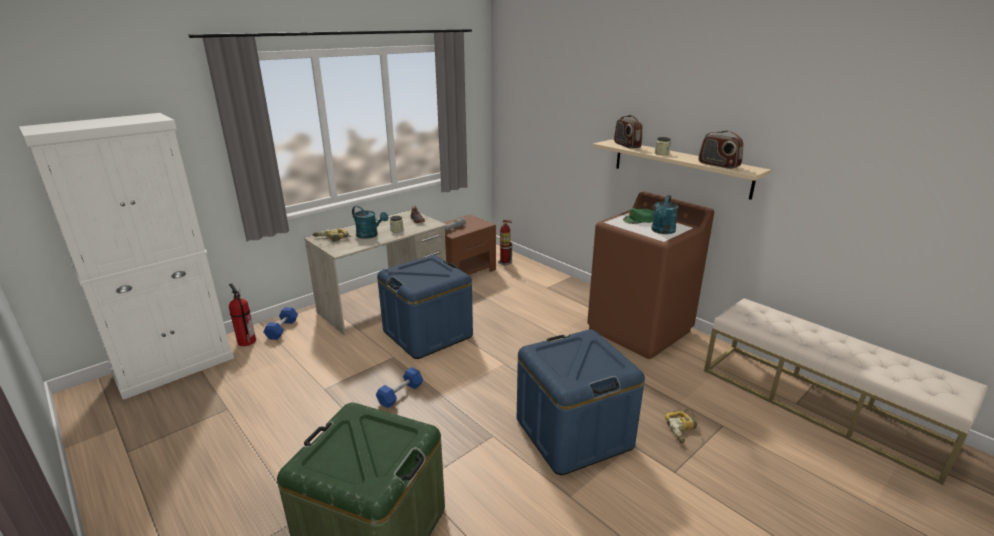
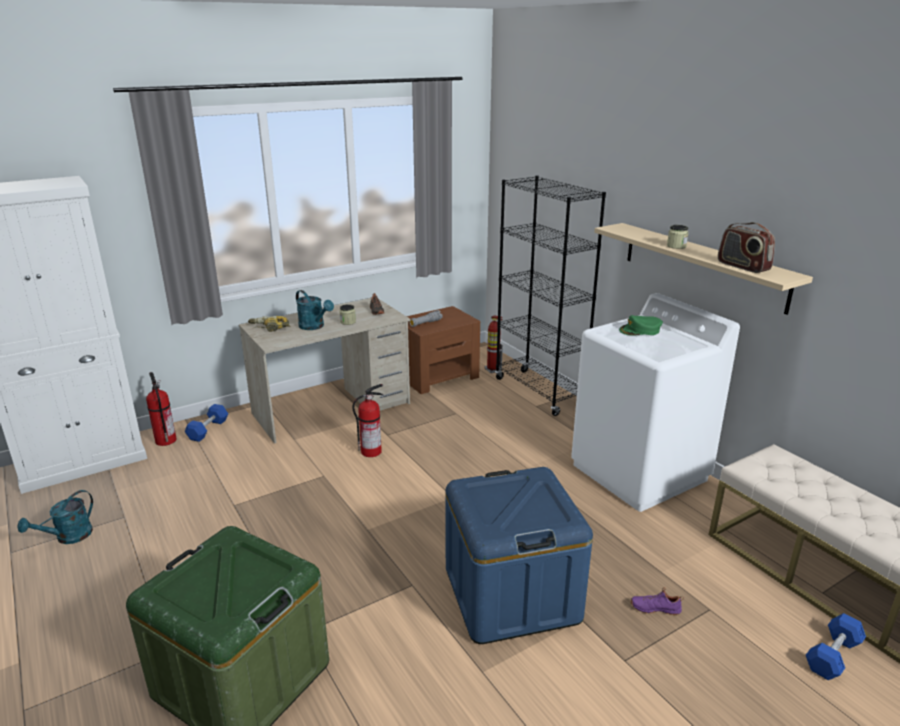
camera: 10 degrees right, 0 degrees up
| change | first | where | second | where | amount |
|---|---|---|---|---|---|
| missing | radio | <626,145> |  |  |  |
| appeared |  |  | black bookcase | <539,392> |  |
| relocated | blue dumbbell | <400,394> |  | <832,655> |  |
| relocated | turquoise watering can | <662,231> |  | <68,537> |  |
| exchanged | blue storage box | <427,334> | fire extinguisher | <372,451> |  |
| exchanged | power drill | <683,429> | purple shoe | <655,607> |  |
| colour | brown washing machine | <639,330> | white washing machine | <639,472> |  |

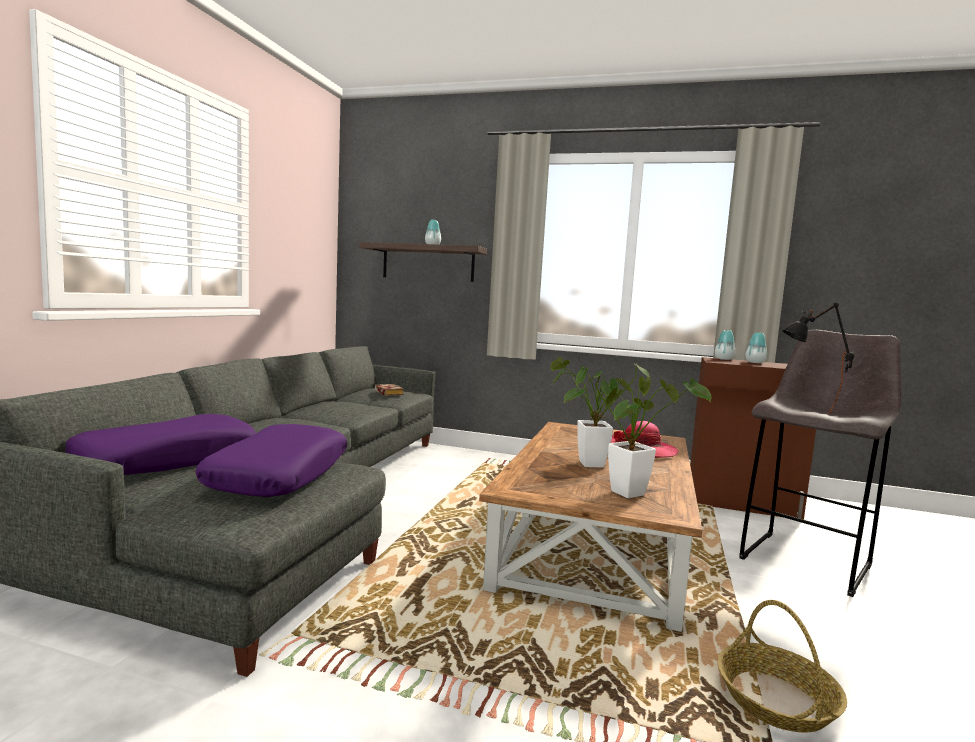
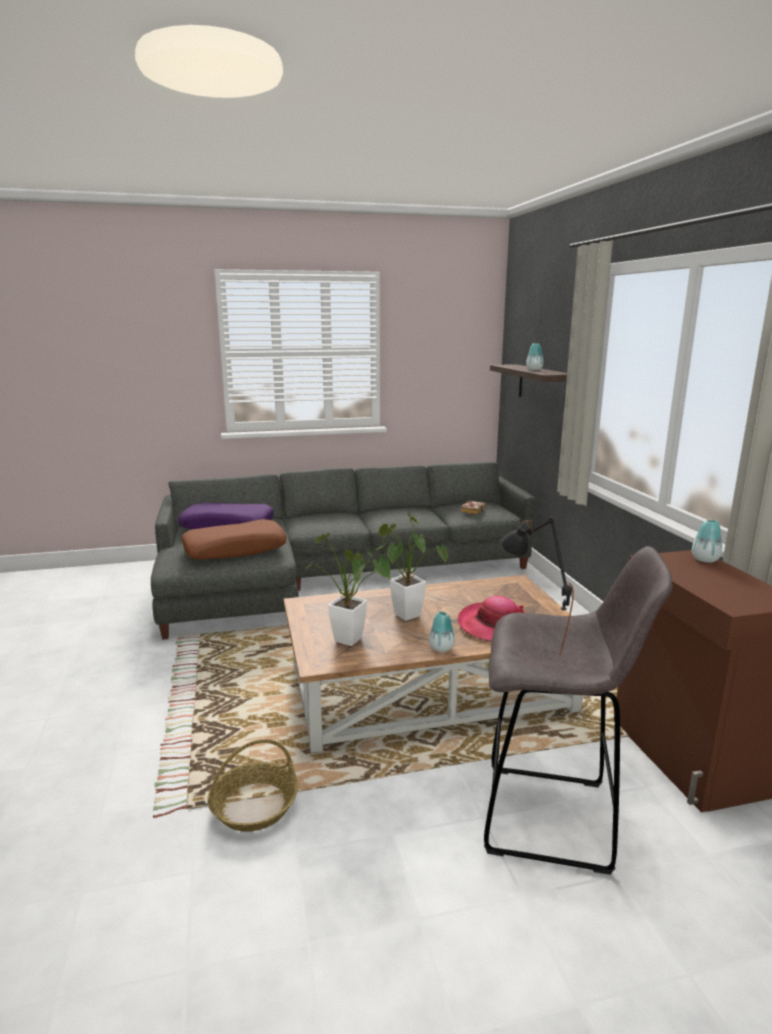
camera: 60 degrees right, 10 degrees up
| change | first | where | second | where | amount |
|---|---|---|---|---|---|
| relocated | vase | <755,362> |  | <441,648> |  |
| colour | purple pillow | <279,475> | brown pillow | <235,550> |  |

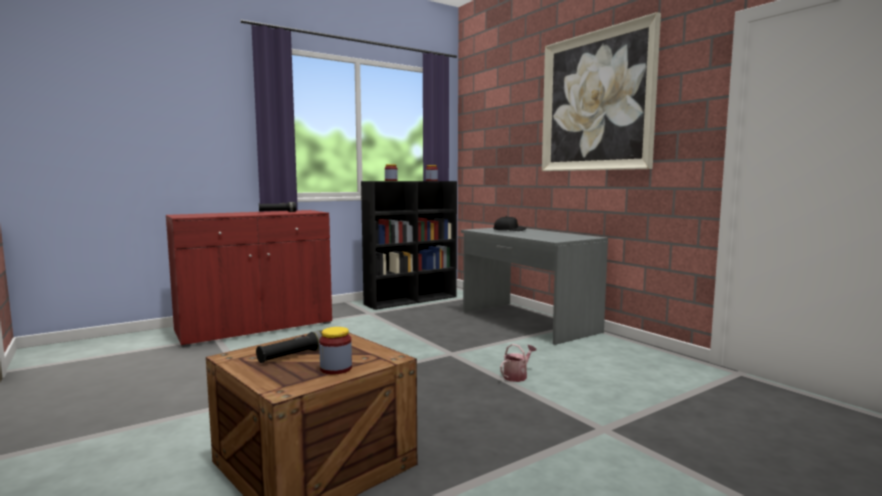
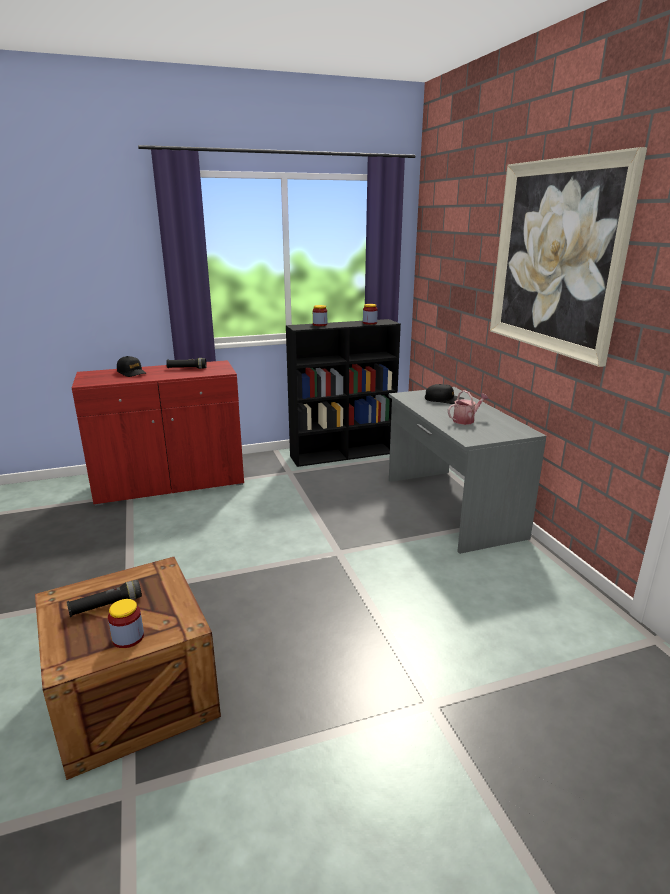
camera: 15 degrees right, 15 degrees up
| change | first | where | second | where | amount |
|---|---|---|---|---|---|
| appeared |  |  | black cap | <132,373> |  |
| relocated | watering can | <517,376> |  | <466,420> |  |

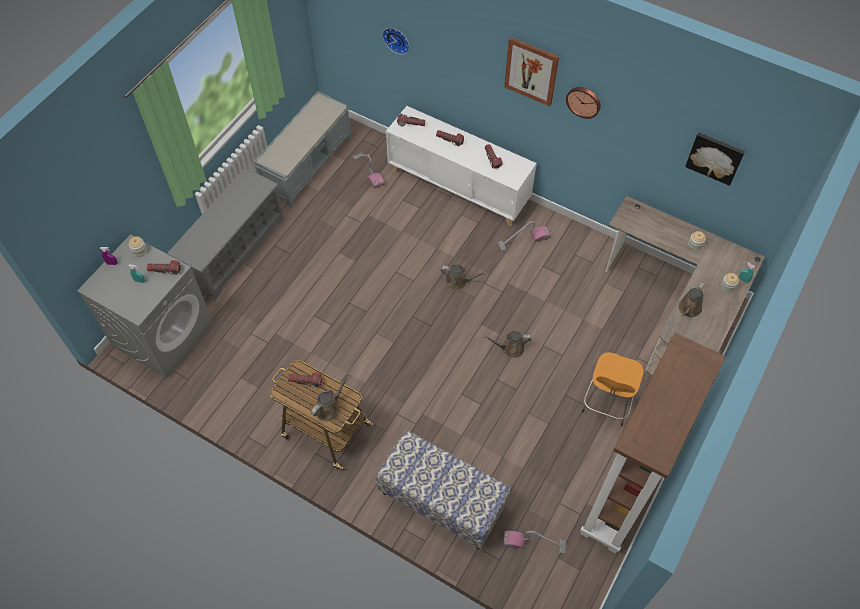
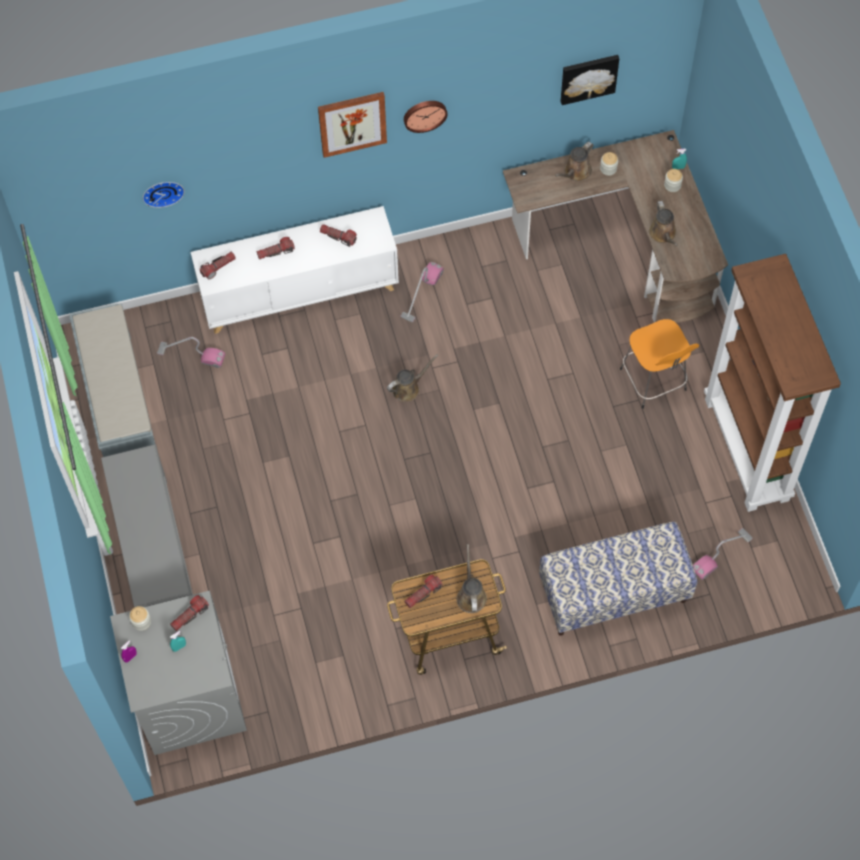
camera: 45 degrees left, 5 degrees up
| change | first | where | second | where | amount |
|---|---|---|---|---|---|
| relocated | brown watering can | <510,348> |  | <576,172> |  |

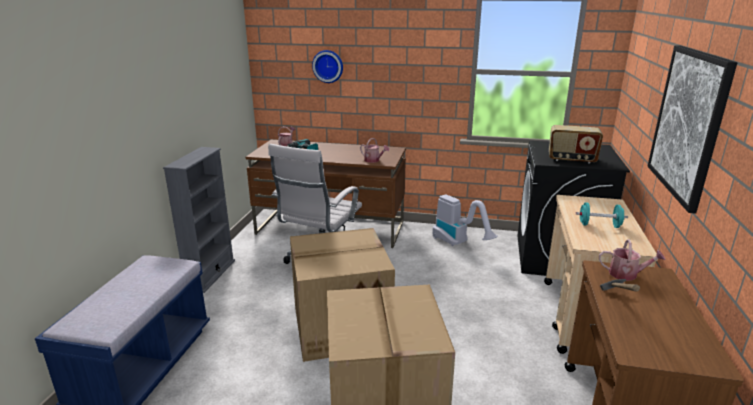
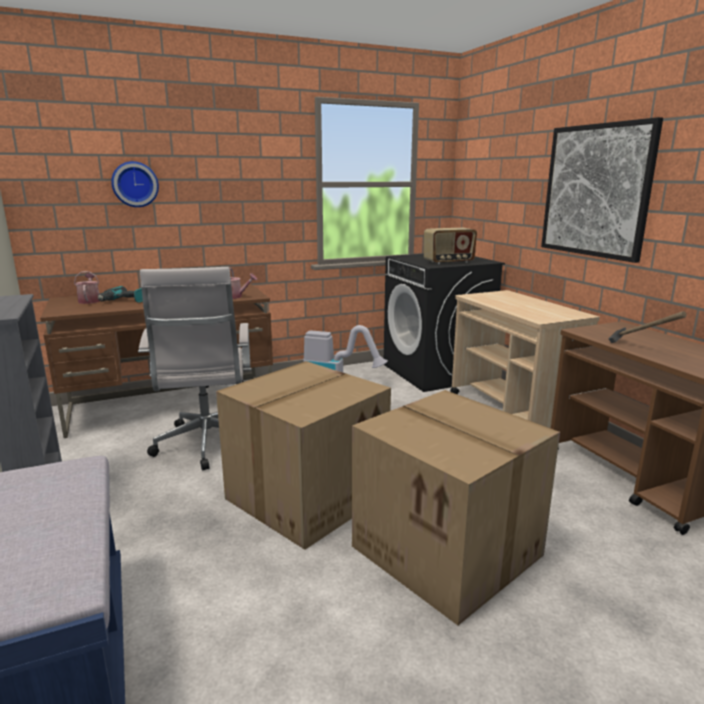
camera: 35 degrees left, 5 degrees down
| change | first | where | second | where | amount |
|---|---|---|---|---|---|
| missing | turquoise dumbbell | <599,225> |  |  |  |
| missing | watering can | <627,274> |  |  |  |

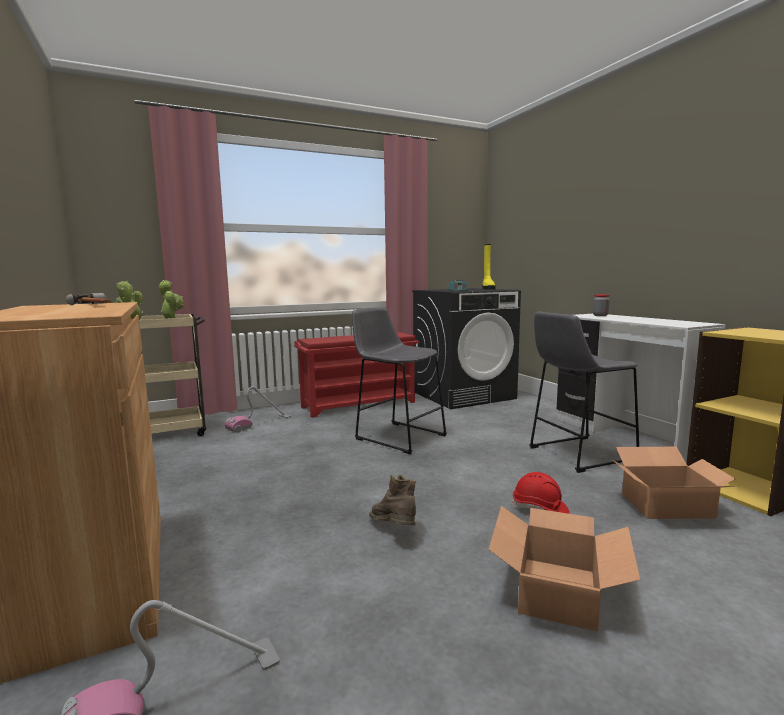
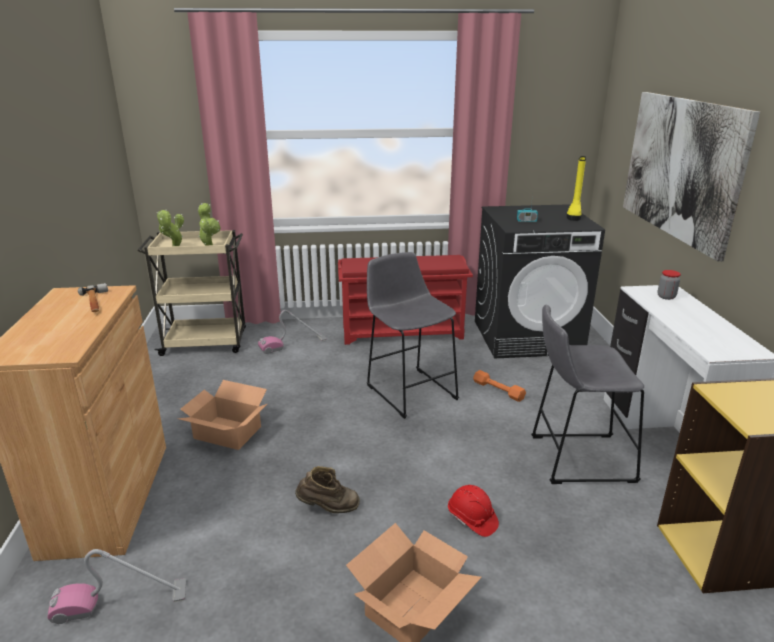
camera: 20 degrees right, 15 degrees up
| change | first | where | second | where | amount |
|---|---|---|---|---|---|
| appeared |  |  | orange dumbbell | <498,390> |  |
| appeared |  |  | picture | <681,168> |  |
| relocated | cardboard box | <665,505> |  | <227,432> |  |
| spun | brown boot | <394,531> |  | <328,509> | 90 degrees clockwise |

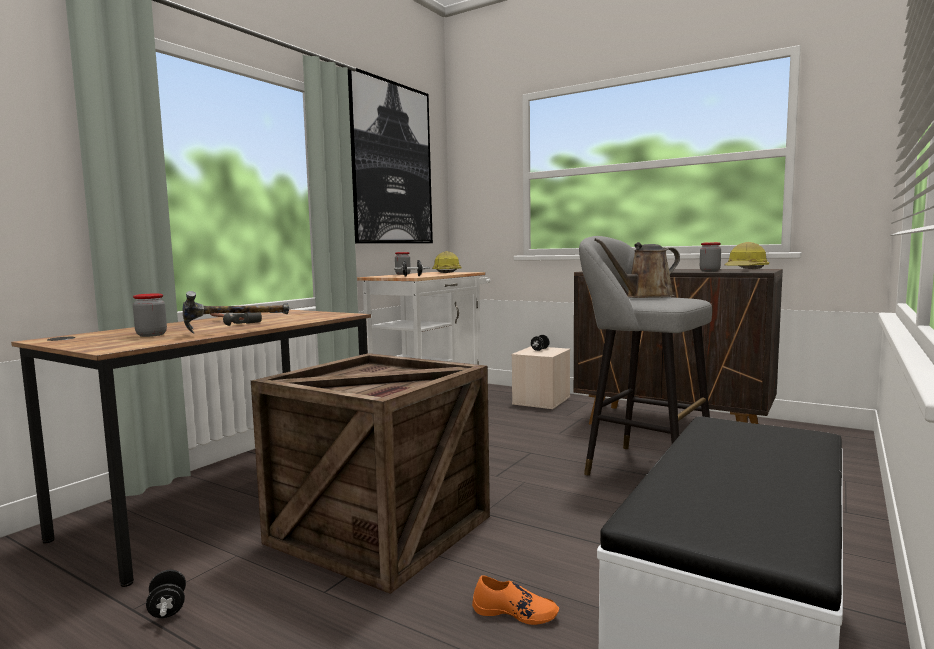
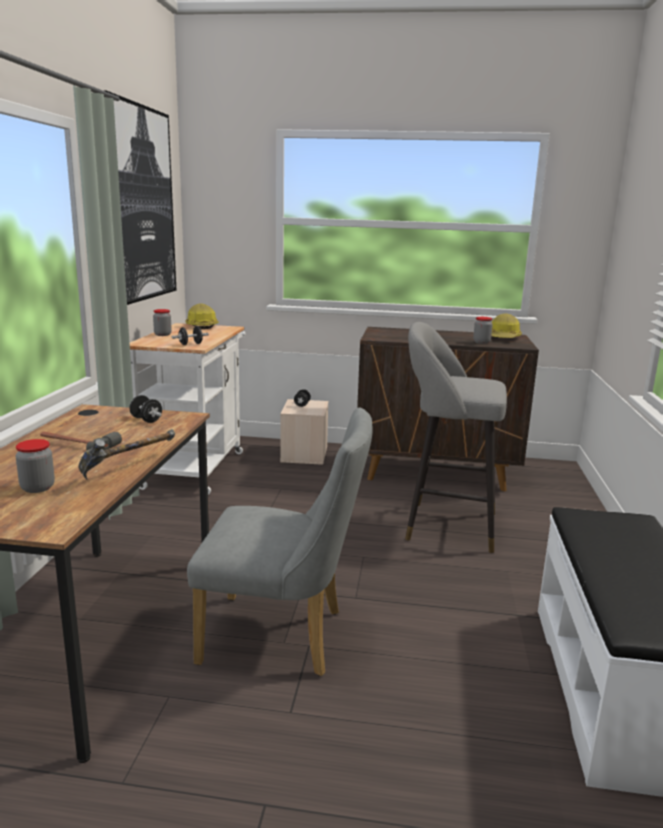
camera: 25 degrees left, 10 degrees up
| change | first | where | second | where | amount |
|---|---|---|---|---|---|
| missing | orange shoe | <515,612> |  |  |  |
| missing | brown watering can | <645,296> |  |  |  |
| relocated | black dumbbell | <168,609> |  | <146,420> |  |
| exchanged | crate | <380,531> | grey chair | <283,637> |  |

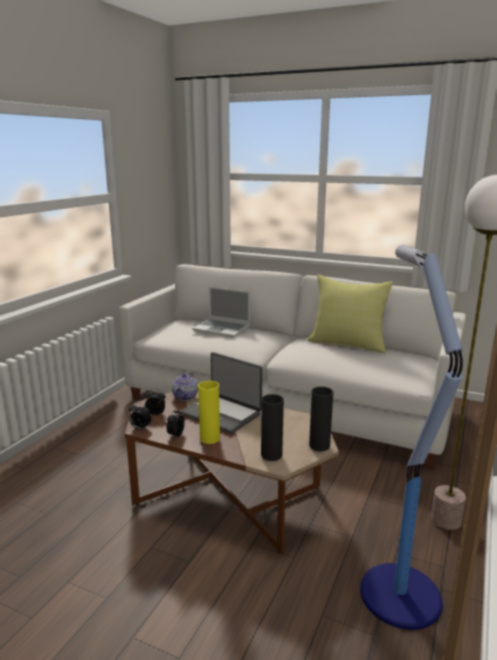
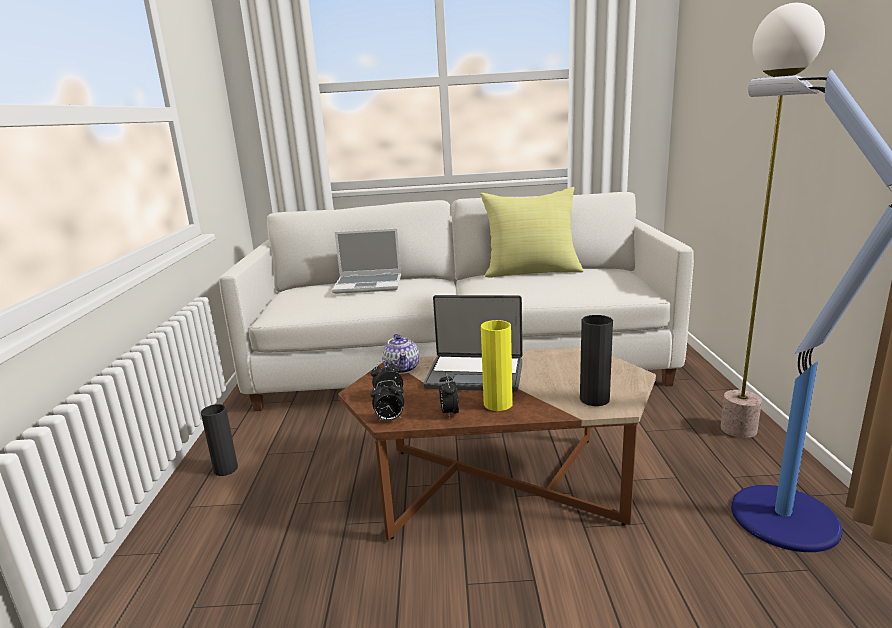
camera: 25 degrees left, 0 degrees up
| change | first | where | second | where | amount |
|---|---|---|---|---|---|
| relocated | black vase | <319,445> |  | <226,469> |  |

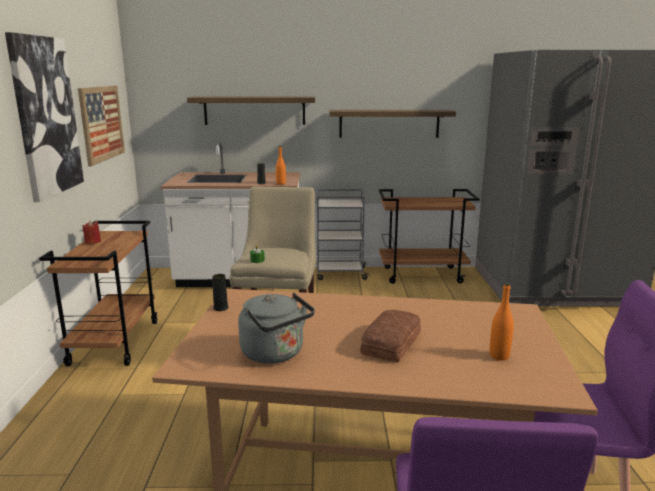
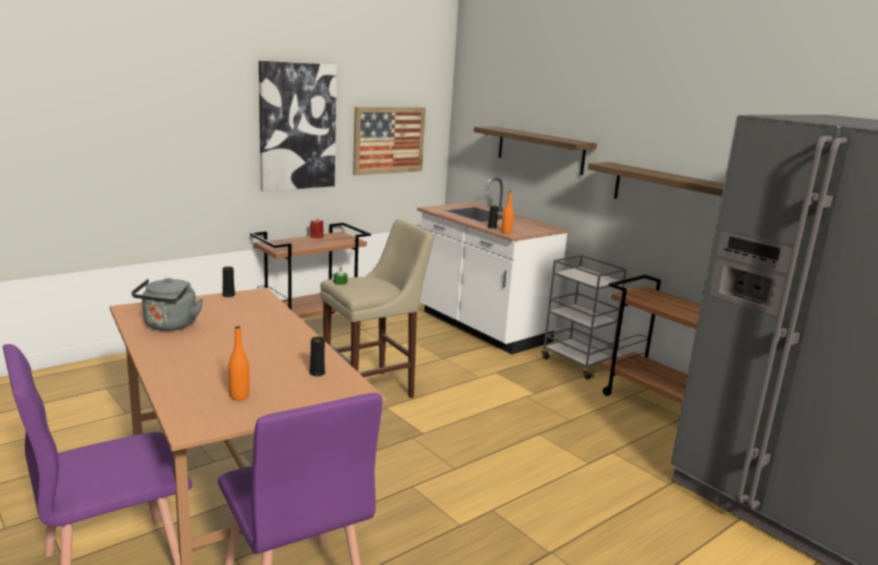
camera: 50 degrees right, 0 degrees up
| change | first | where | second | where | amount |
|---|---|---|---|---|---|
| missing | bread | <393,343> |  |  |  |
| appeared |  |  | black vase | <317,373> |  |

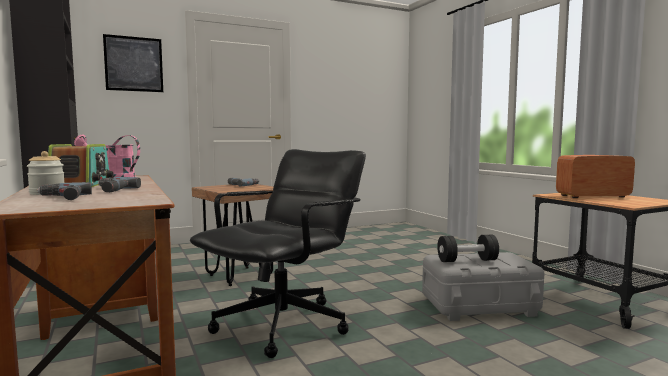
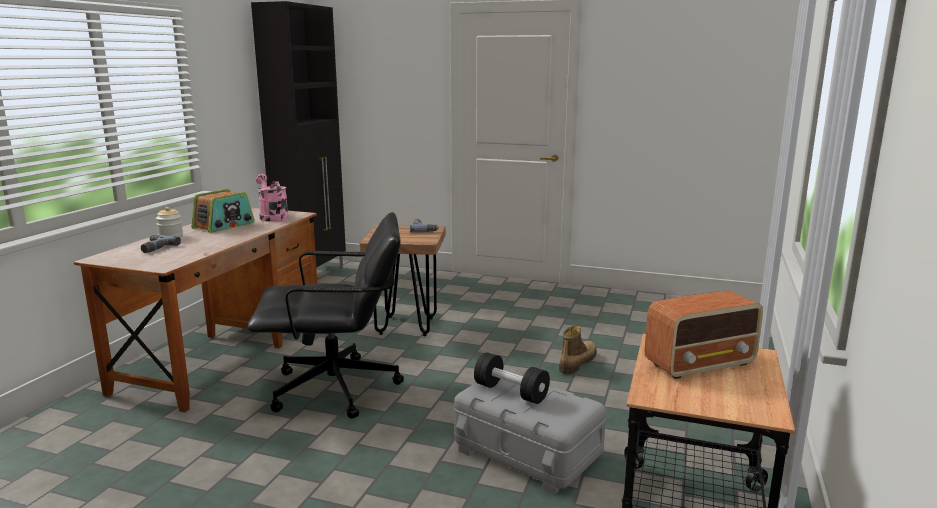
camera: 45 degrees right, 10 degrees up
| change | first | where | second | where | amount |
|---|---|---|---|---|---|
| missing | power drill | <110,190> |  |  |  |
| missing | picture | <134,64> |  |  |  |
| appeared |  |  | boot | <576,363> |  |
| spun | radio | <592,196> |  | <701,364> | 120 degrees clockwise |

